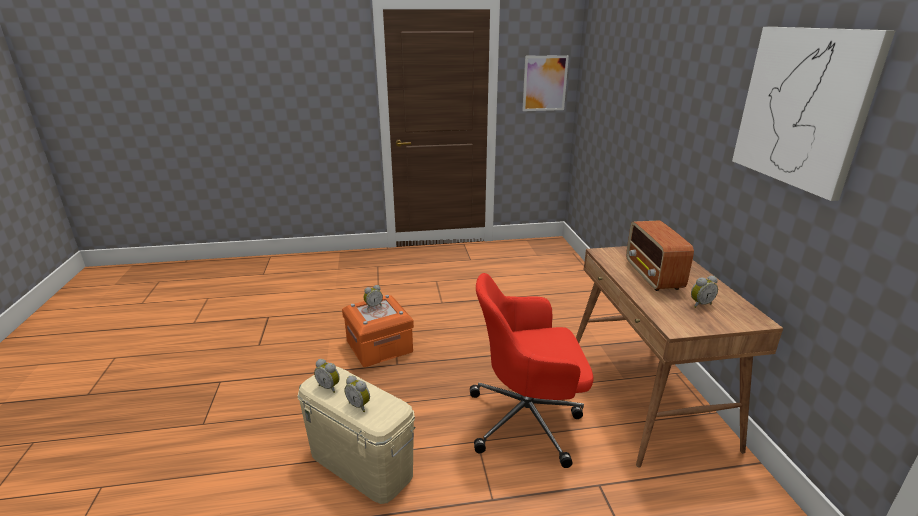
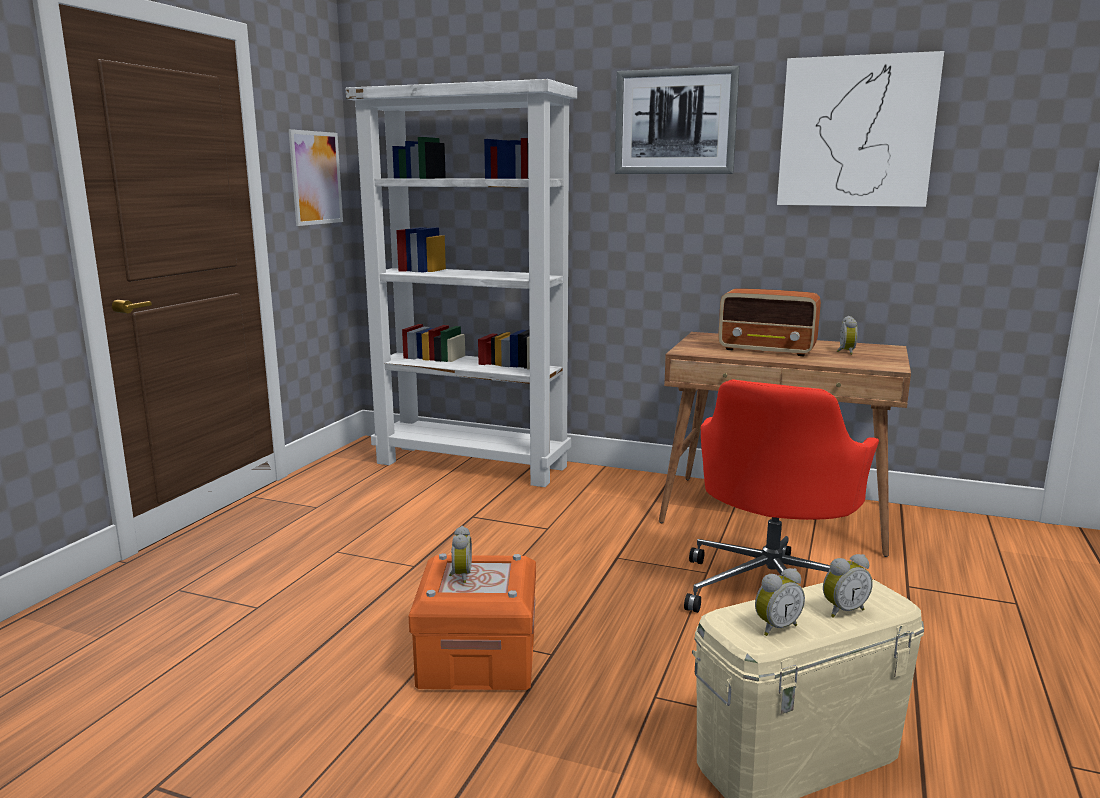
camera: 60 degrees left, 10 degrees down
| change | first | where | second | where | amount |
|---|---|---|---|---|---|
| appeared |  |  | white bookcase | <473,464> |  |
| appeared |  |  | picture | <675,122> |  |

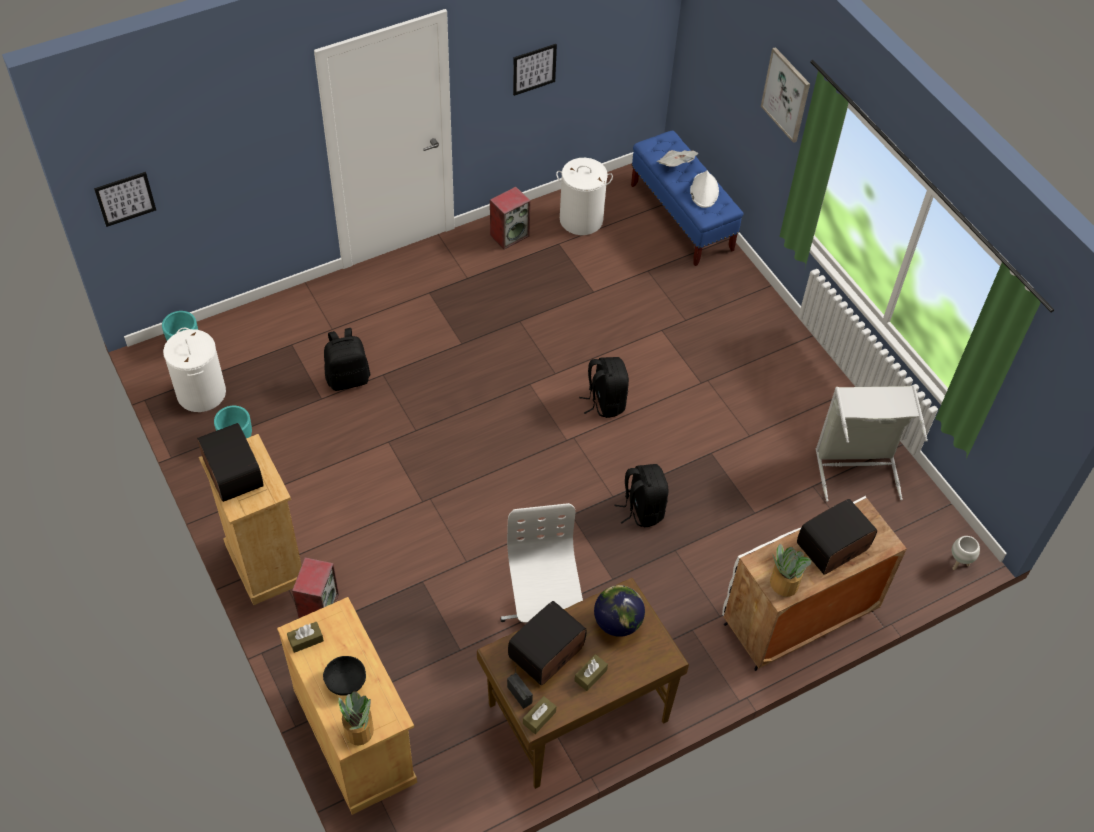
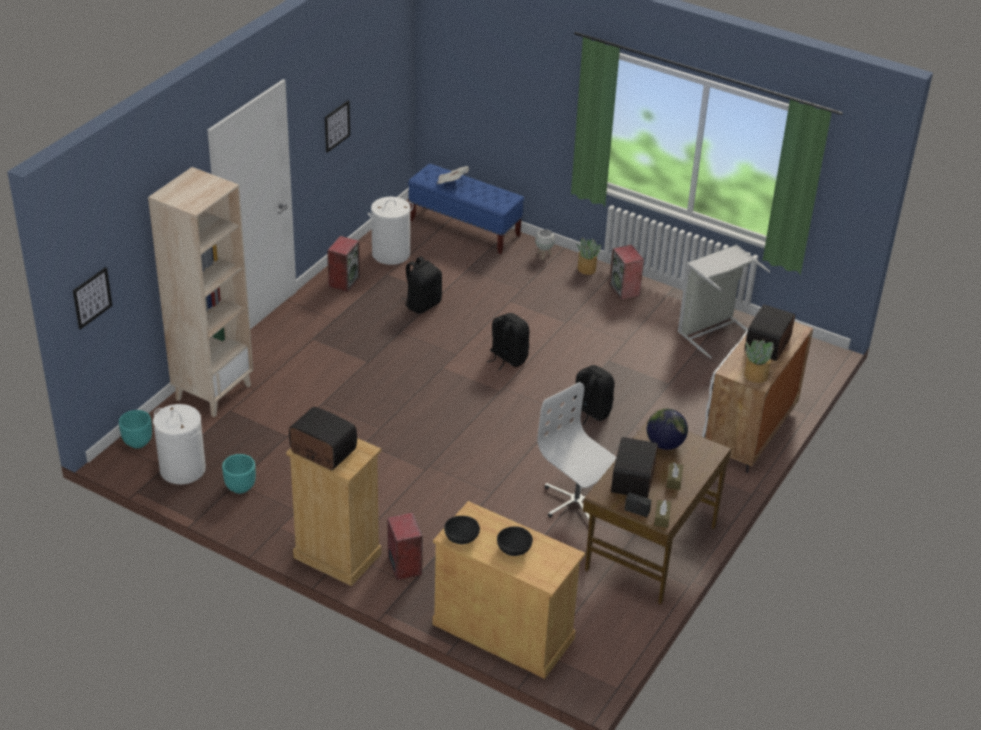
camera: 30 degrees left, 15 degrees down
| change | first | where | second | where | amount |
|---|---|---|---|---|---|
| missing | white hat | <704,190> |  |  |  |
| missing | picture | <786,94> |  |  |  |
| appeared |  |  | beige bookcase | <213,392> |  |
| appeared |  |  | speaker | <625,290> |  |
| relocated | black backpack | <348,378> |  | <422,304> |  |
| relocated | potted plant | <358,731> |  | <586,269> |  |
| relocated | white planter | <958,563> |  | <544,255> |  |
| exchanged | brown tissue box | <306,640> | black bowl | <461,537> |  |

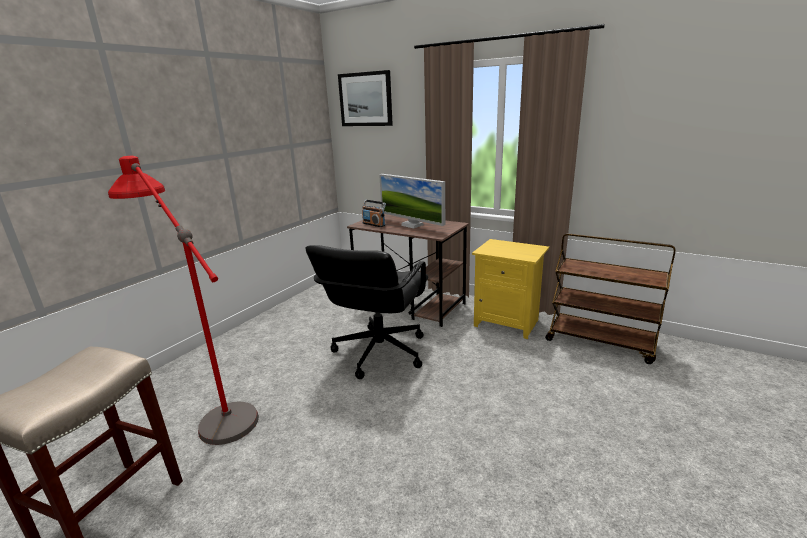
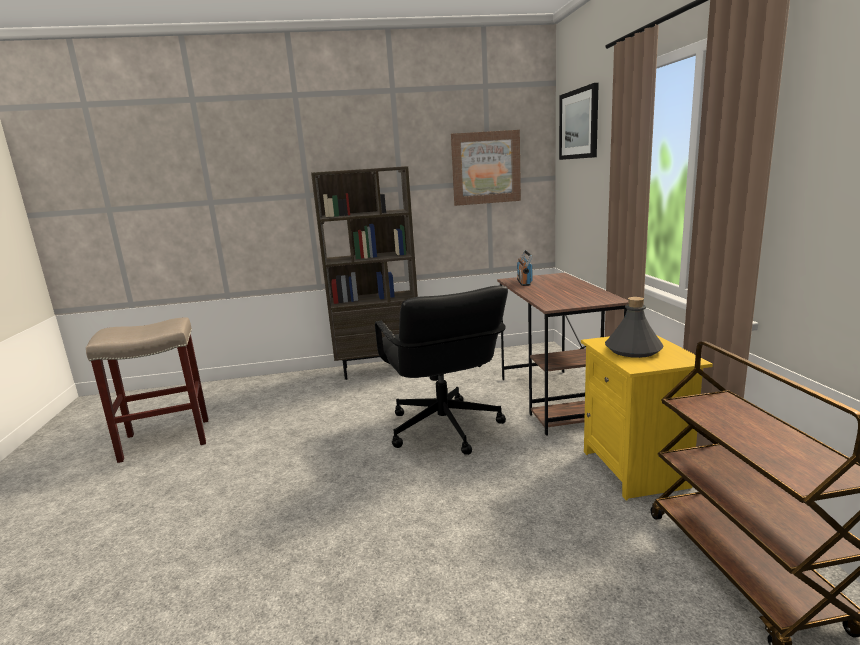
camera: 50 degrees right, 5 degrees down
| change | first | where | second | where | amount |
|---|---|---|---|---|---|
| missing | red floor lamp | <211,406> |  |  |  |
| missing | monitor | <412,225> |  |  |  |
| appeared |  |  | brown bookcase | <379,369> |  |
| appeared |  |  | picture | <485,168> |  |
| appeared |  |  | grey bottle | <632,350> |  |
| spun | black office chair | <378,352> |  | <443,428> | 90 degrees counterclockwise |

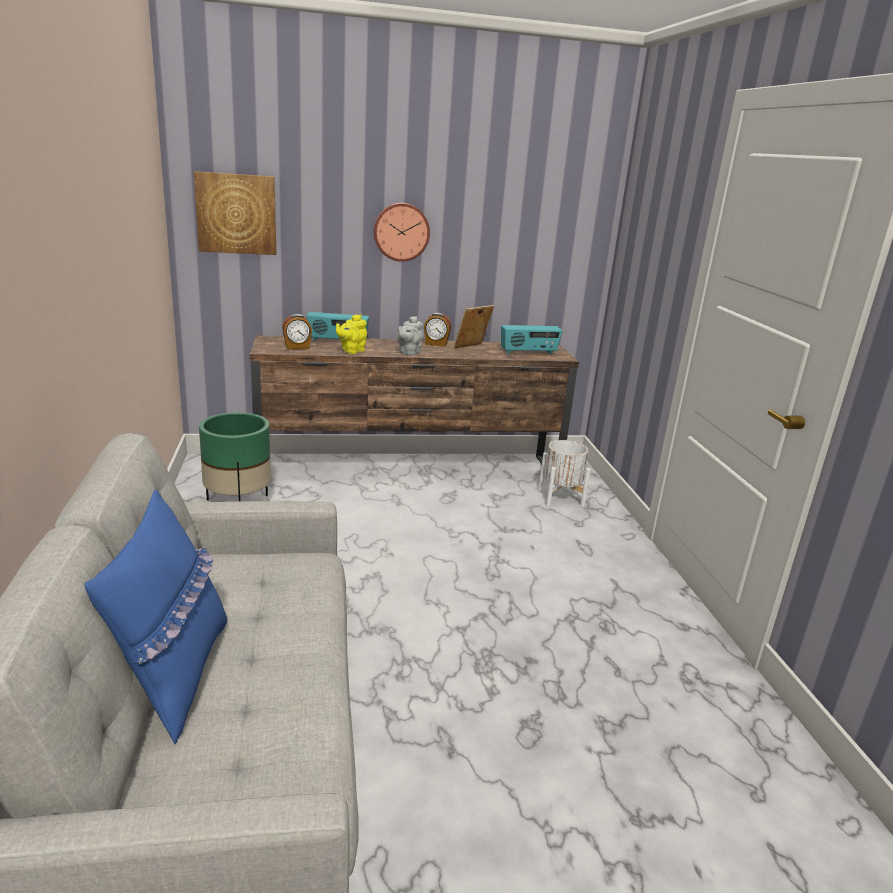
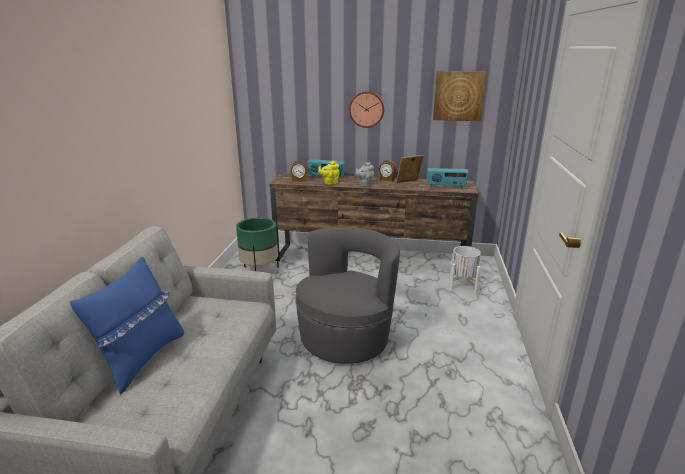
camera: 20 degrees right, 0 degrees up
| change | first | where | second | where | amount |
|---|---|---|---|---|---|
| appeared |  |  | grey armchair | <346,338> |  |
| relocated | picture | <236,213> |  | <458,96> |  |

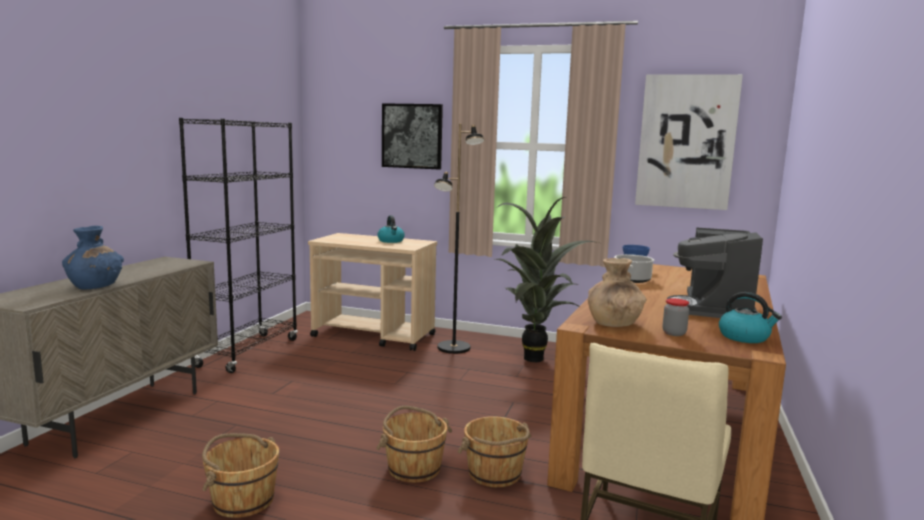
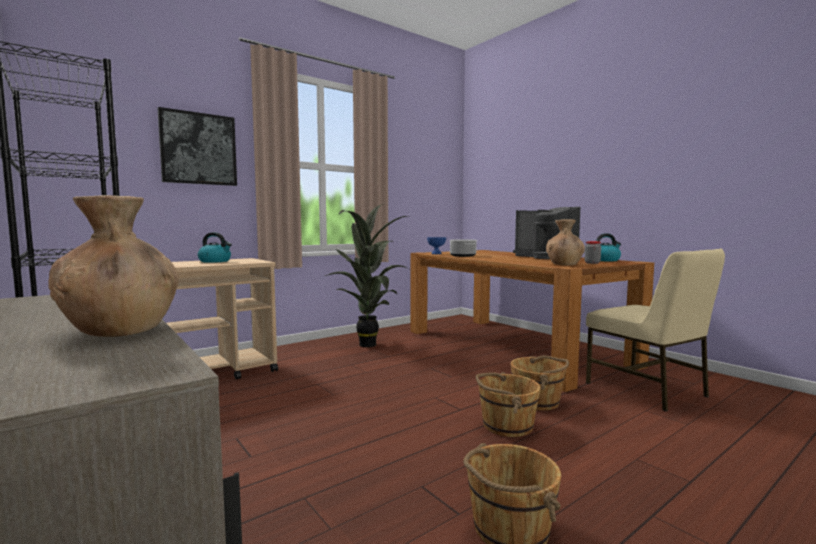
camera: 55 degrees left, 5 degrees down
| change | first | where | second | where | amount |
|---|---|---|---|---|---|
| missing | black floor lamp | <454,348> |  |  |  |
| missing | picture | <686,142> |  |  |  |
| colour | blue vase | <94,286> | brown vase | <121,330> |  |

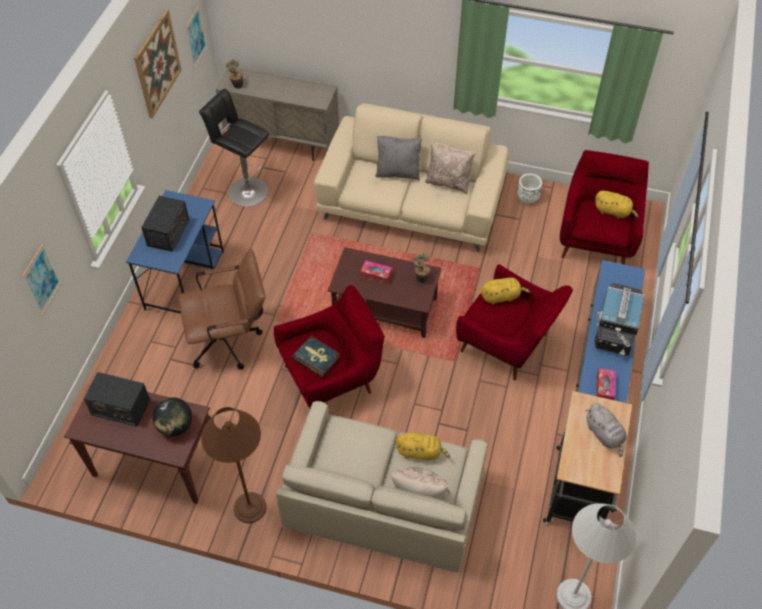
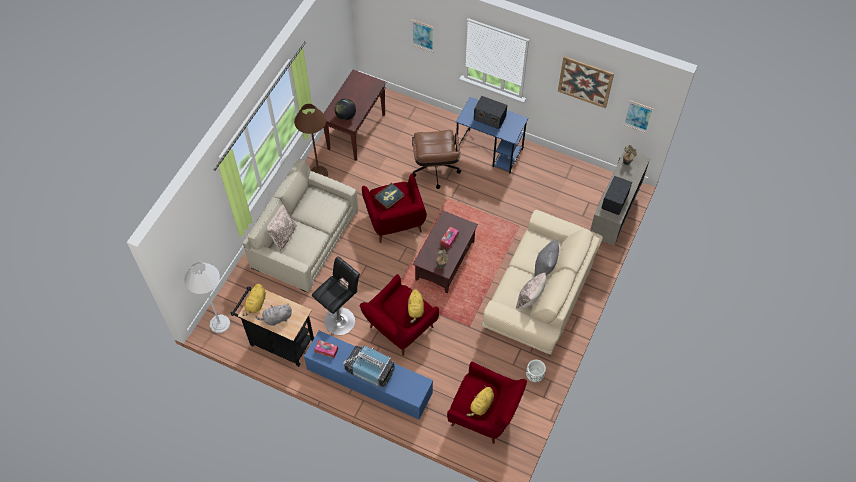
camera: 100 degrees right, 5 degrees up
| change | first | where | second | where | amount |
|---|---|---|---|---|---|
| relocated | radio | <120,407> |  | <615,200> |  |
| relocated | black stool | <245,190> |  | <341,319> |  |
| relocated | yellow plush toy | <420,452> |  | <256,304> |  |

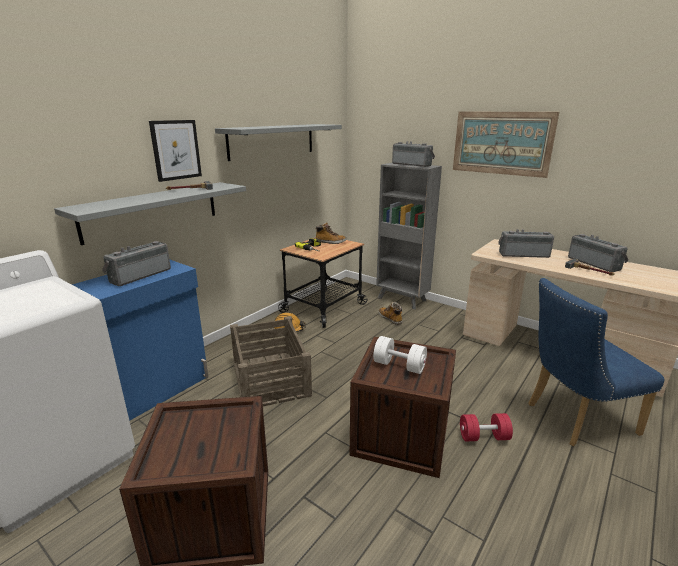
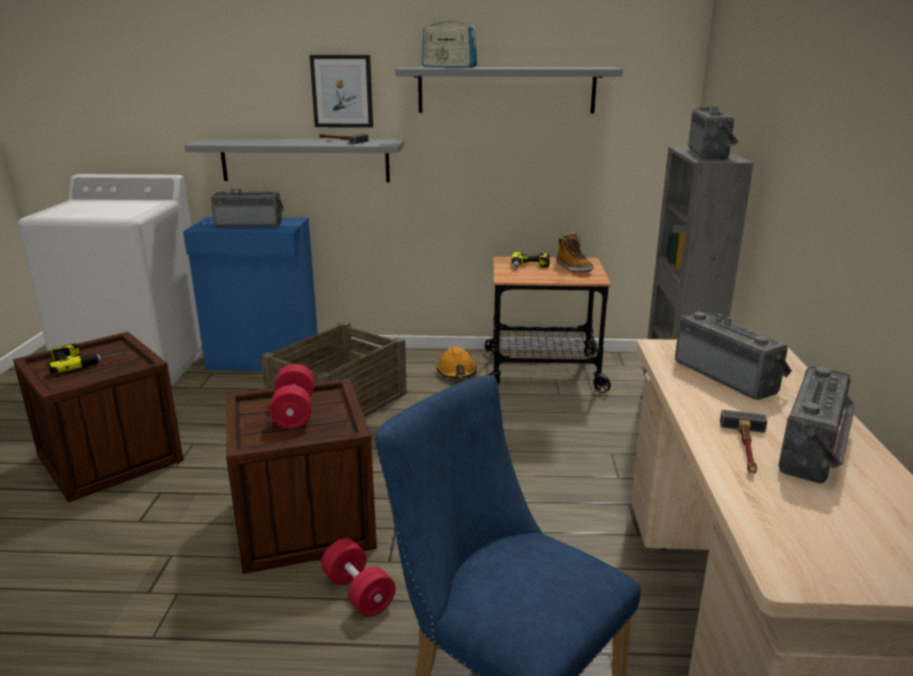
camera: 55 degrees right, 0 degrees up
| change | first | where | second | where | amount |
|---|---|---|---|---|---|
| missing | boot | <390,319> |  |  |  |
| missing | picture | <501,143> |  |  |  |
| appeared |  |  | power drill | <85,361> |  |
| appeared |  |  | radio | <449,67> |  |
| colour | white dumbbell | <399,366> | red dumbbell | <294,412> |  |

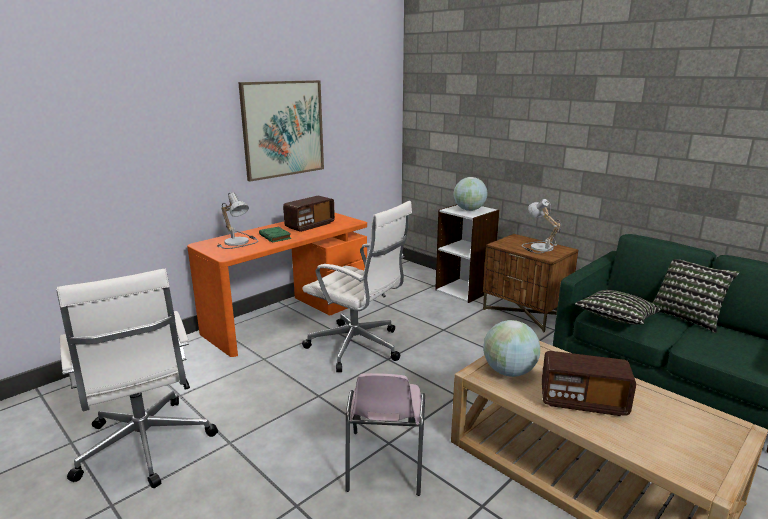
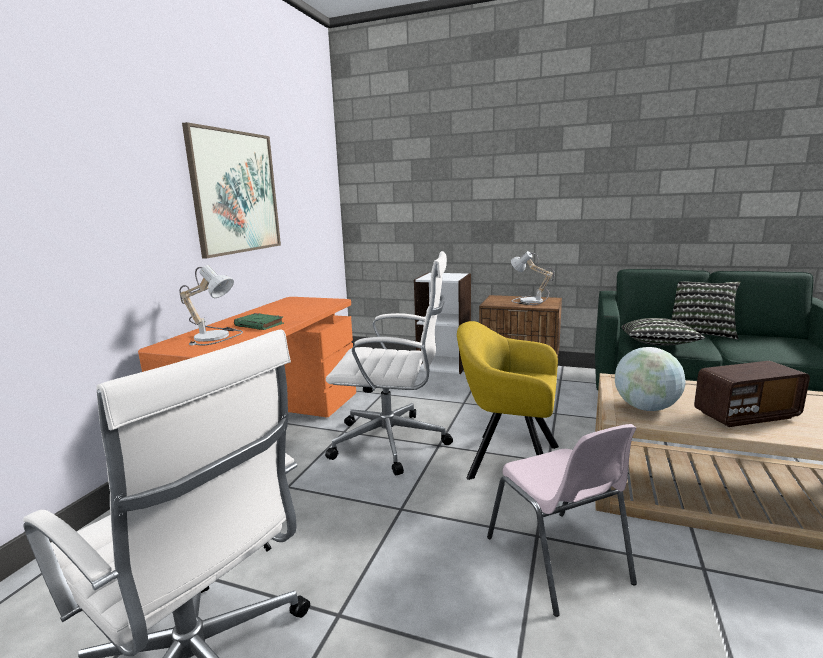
camera: 25 degrees left, 5 degrees down
| change | first | where | second | where | amount |
|---|---|---|---|---|---|
| missing | radio | <310,225> |  |  |  |
| missing | globe | <469,210> |  |  |  |
| appeared |  |  | yellow armchair | <507,460> |  |

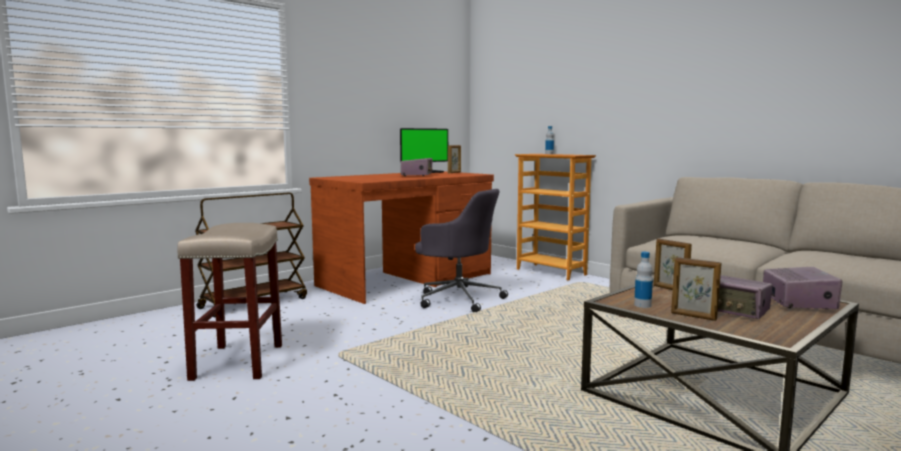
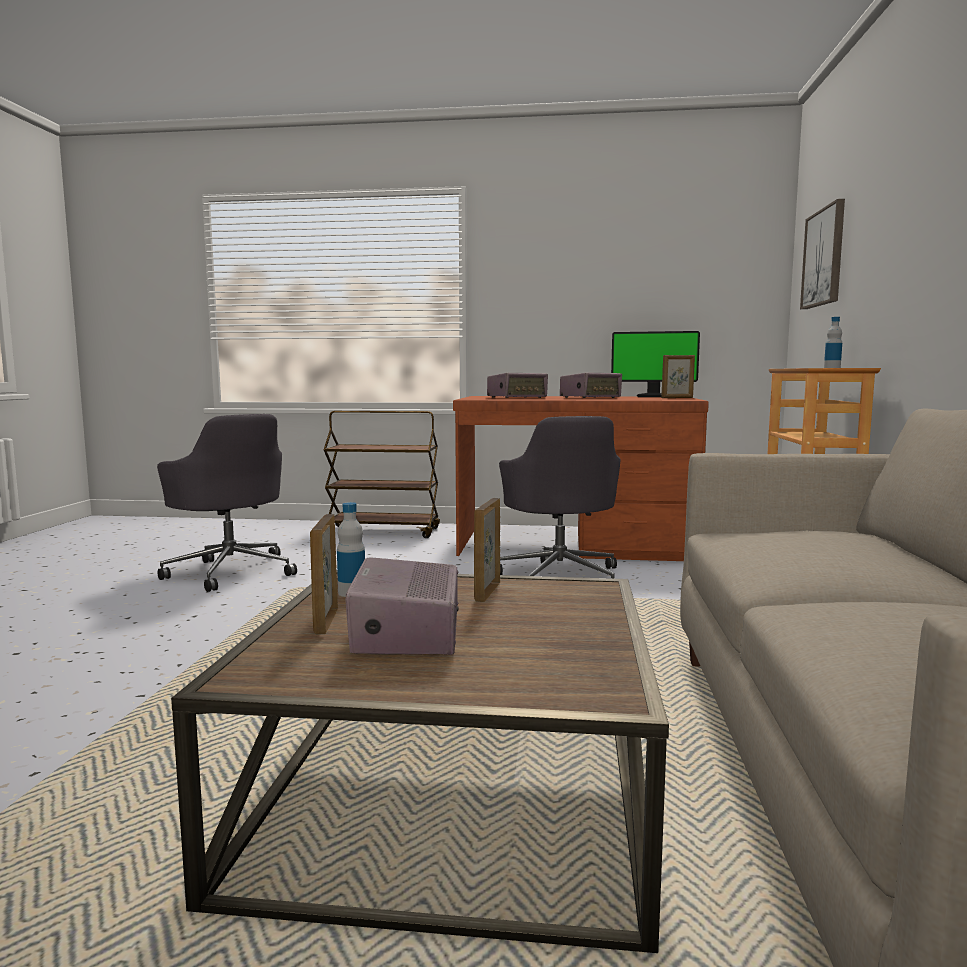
camera: 50 degrees right, 0 degrees up
| change | first | where | second | where | amount |
|---|---|---|---|---|---|
| appeared |  |  | picture | <824,257> |  |
| relocated | radio | <798,302> |  | <517,398> |  |
| exchanged | beige stool | <238,362> | grey office chair | <231,571> |  |

